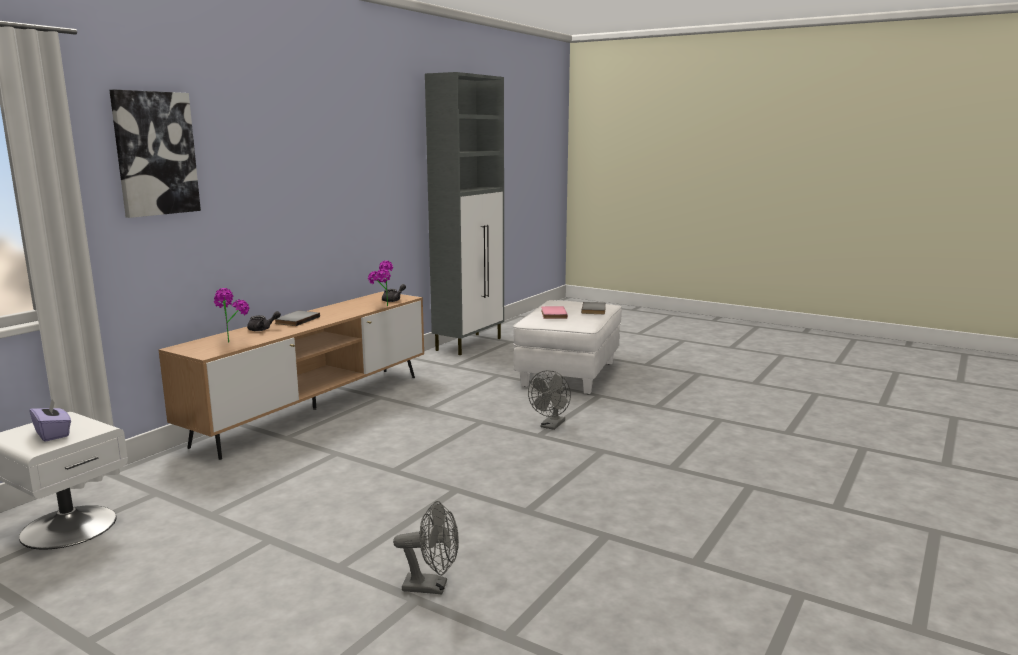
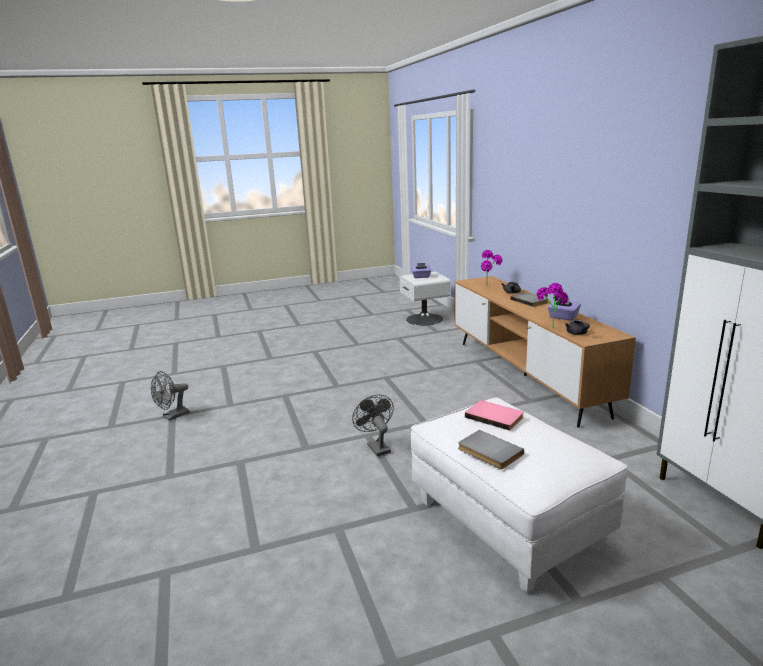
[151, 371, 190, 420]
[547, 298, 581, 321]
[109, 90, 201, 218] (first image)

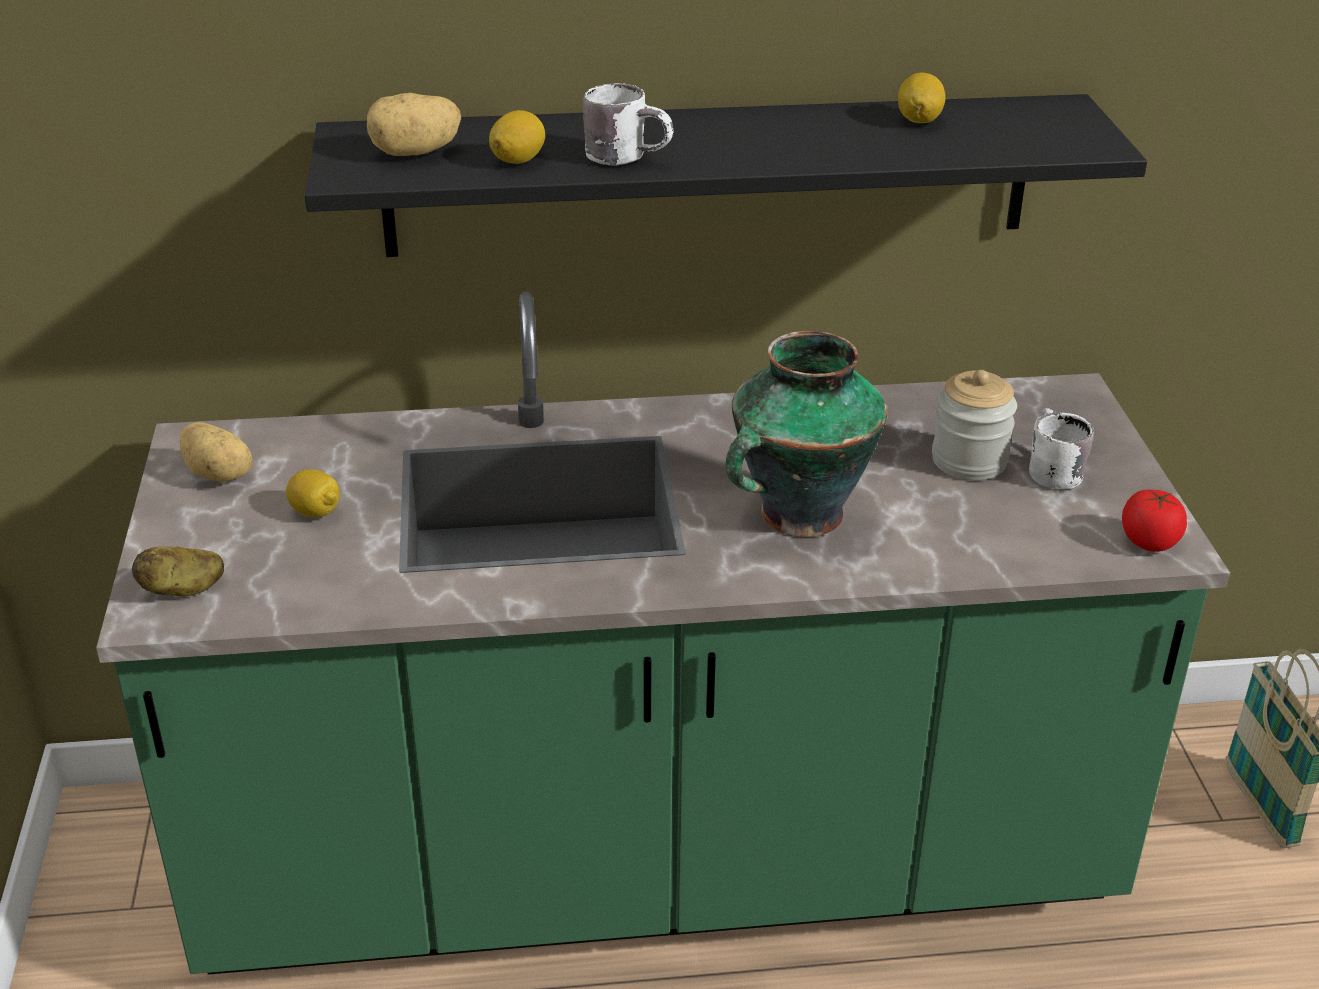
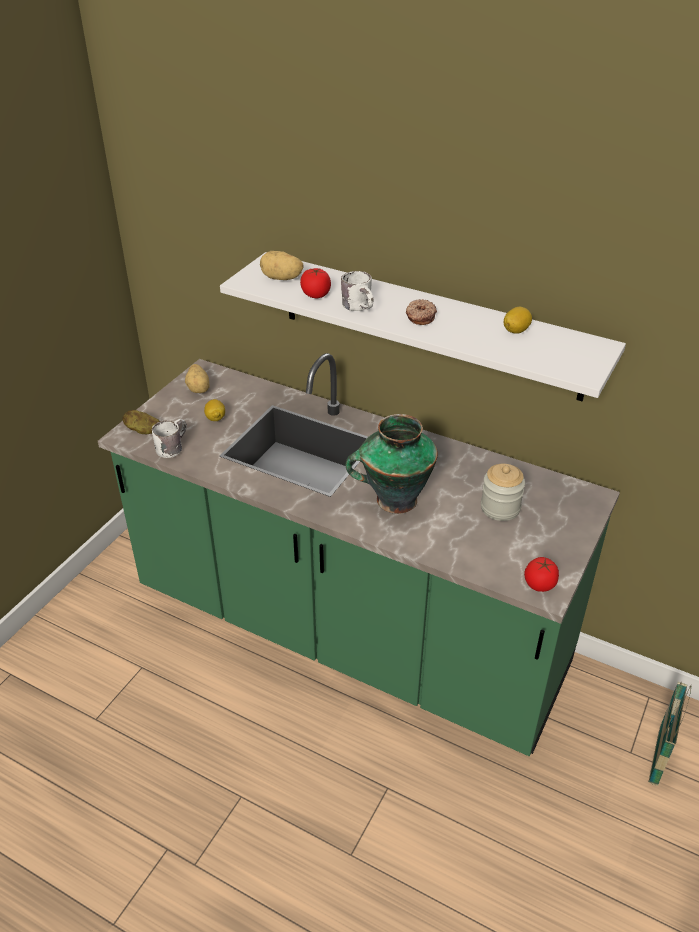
[152, 419, 187, 458]
[220, 252, 626, 401]
[300, 268, 331, 298]
[406, 299, 437, 325]

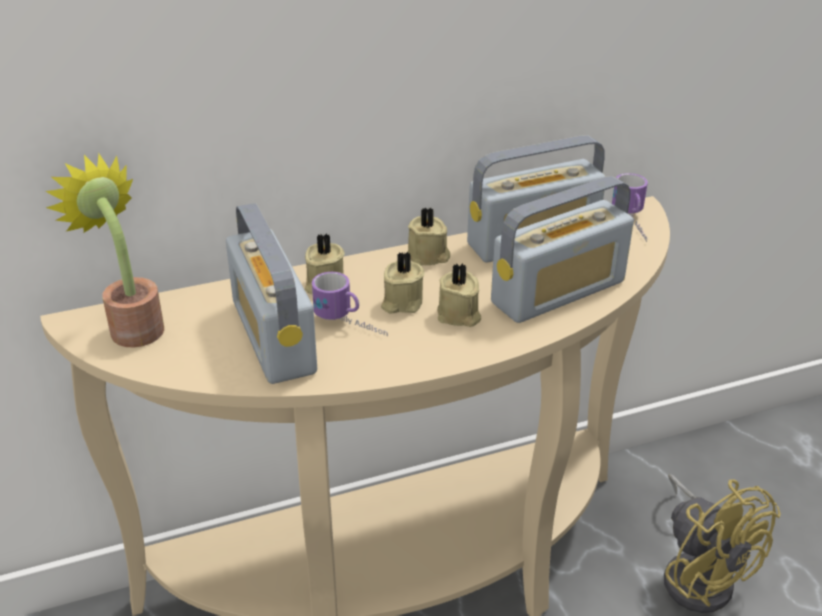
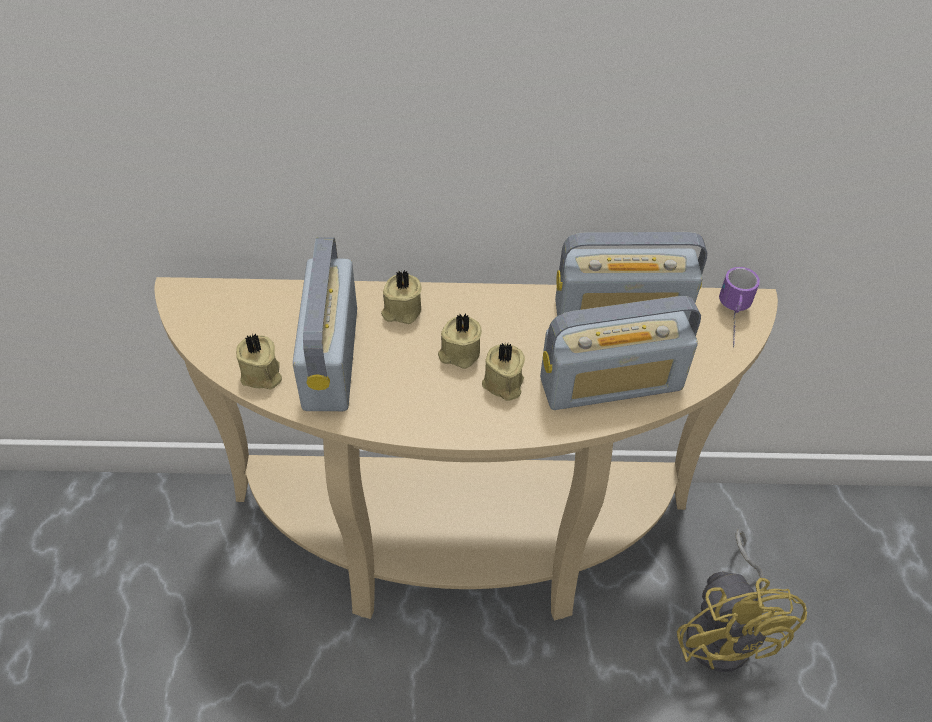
[236, 334, 282, 390]
[45, 154, 164, 348] (first image)
[312, 272, 388, 336] (first image)

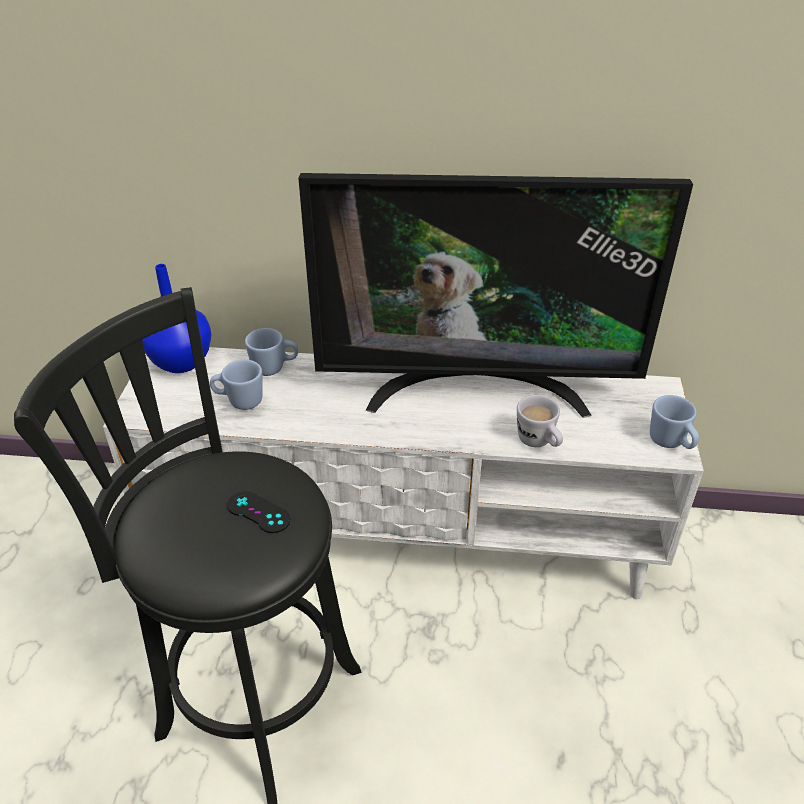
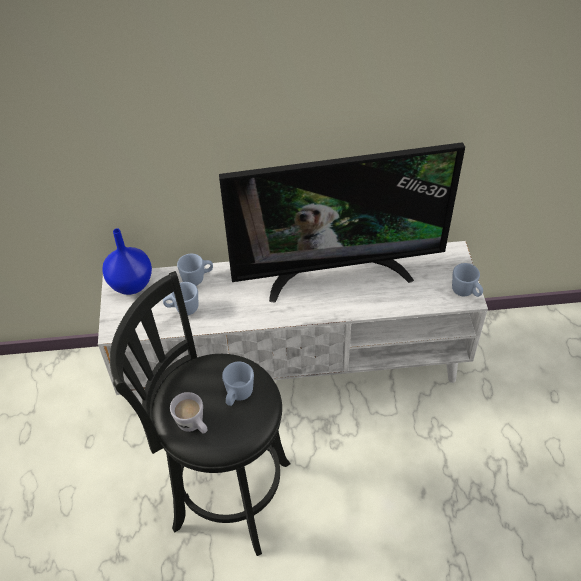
[170, 392, 208, 434]
[222, 362, 254, 406]

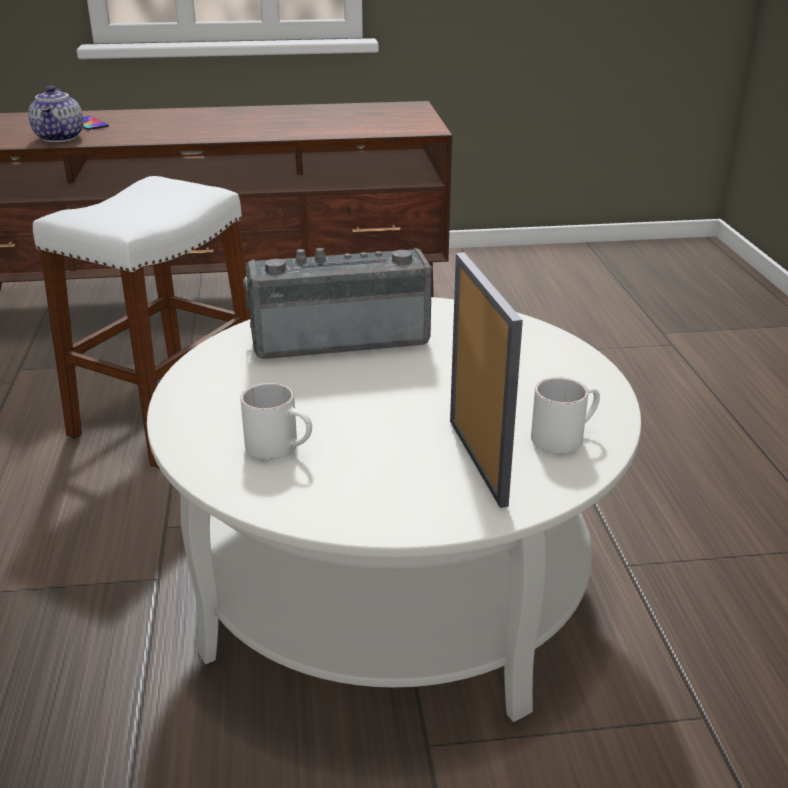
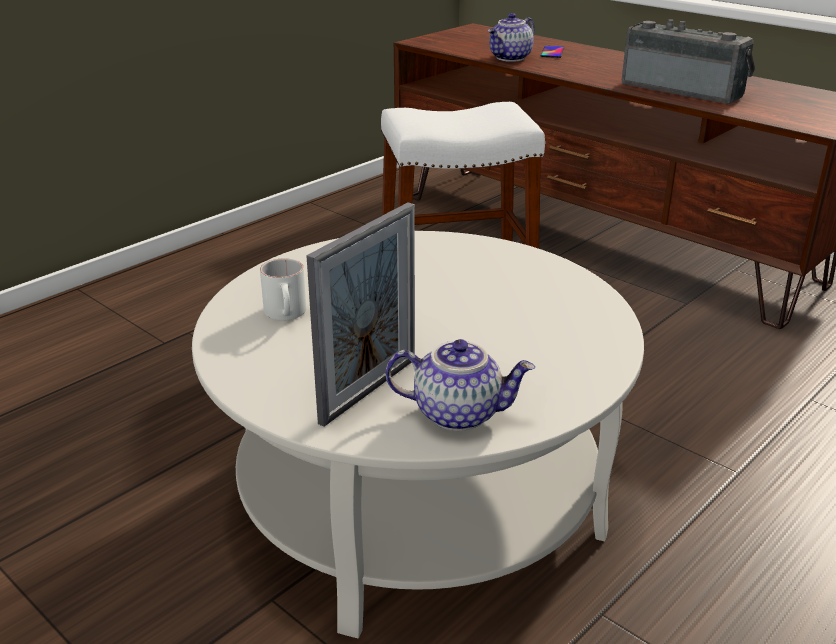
[386, 339, 535, 431]
[622, 19, 755, 104]

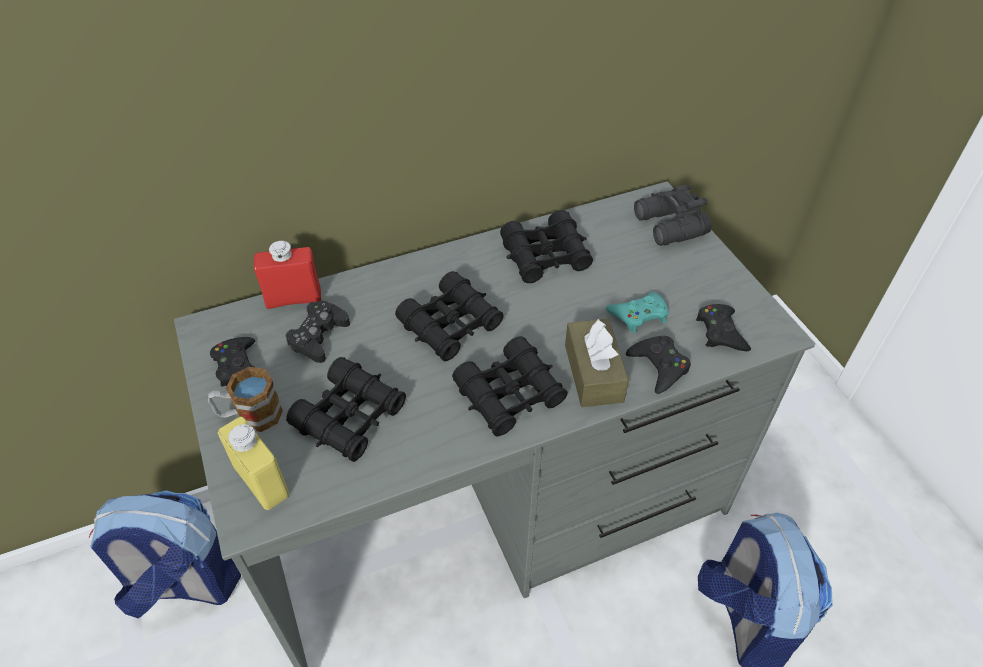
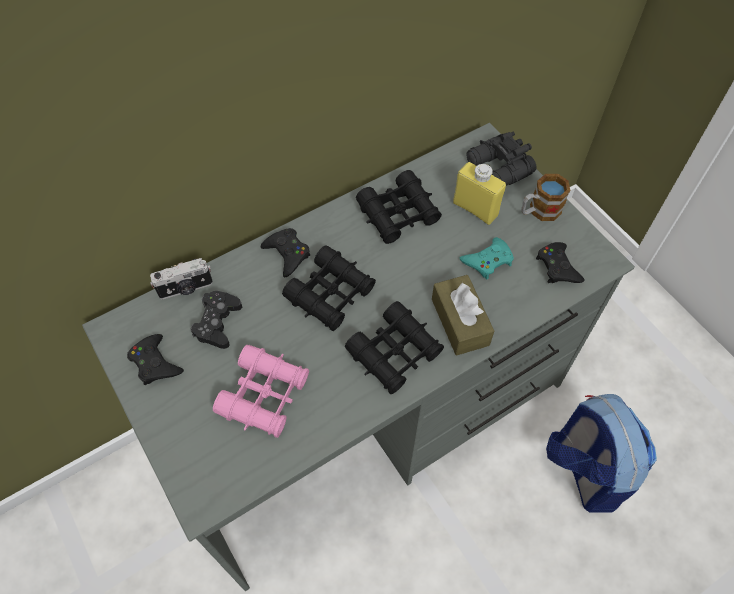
[150, 258, 213, 299]
[213, 345, 309, 438]
[261, 228, 310, 277]
[453, 162, 506, 225]
[521, 174, 570, 221]
[88, 490, 241, 618] (first image)

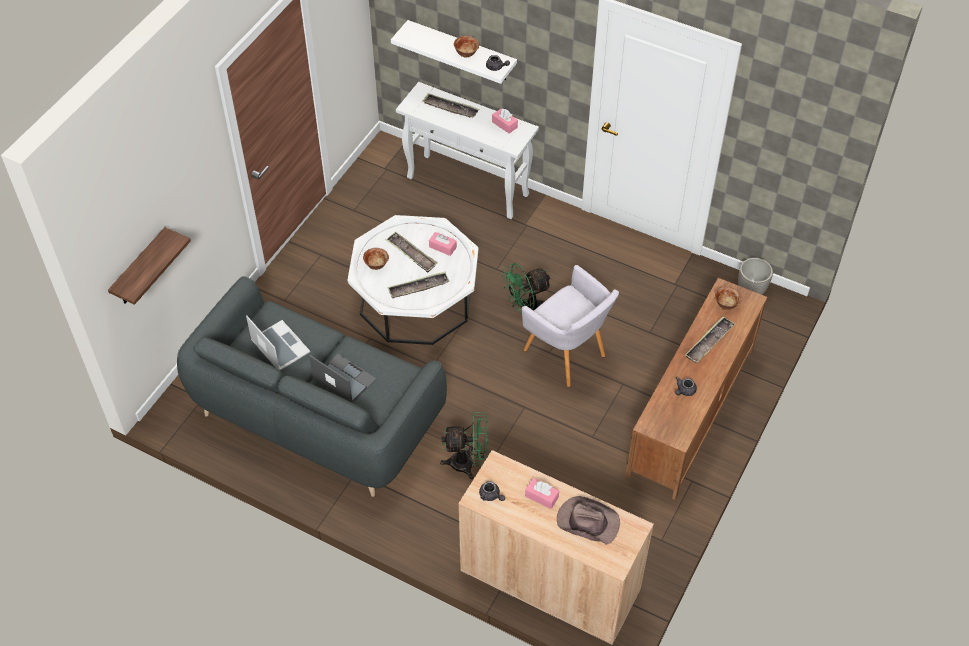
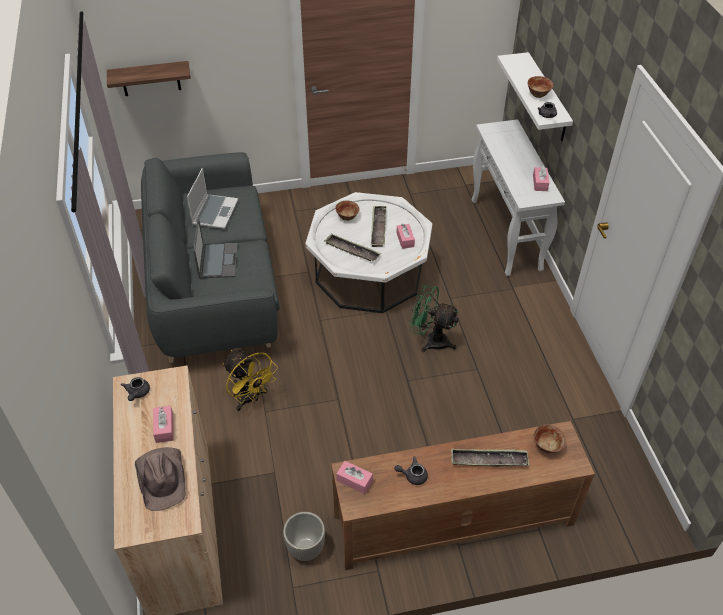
[223, 350, 278, 411]
[283, 512, 325, 561]
[336, 461, 373, 494]
[422, 93, 479, 118] (first image)
[522, 265, 619, 387] (first image)

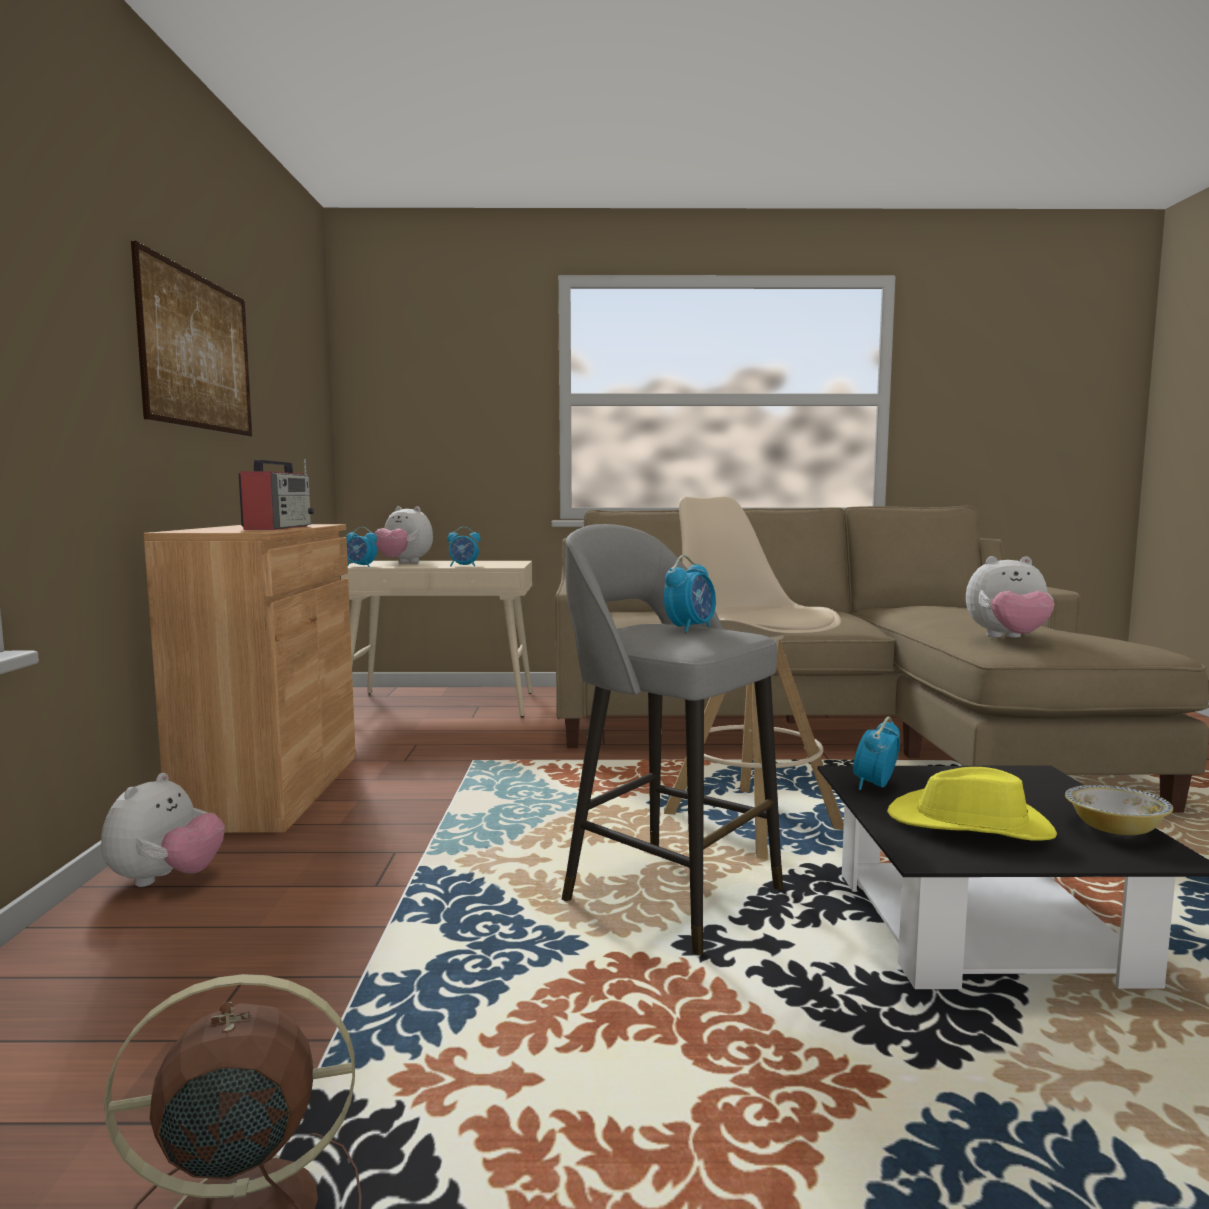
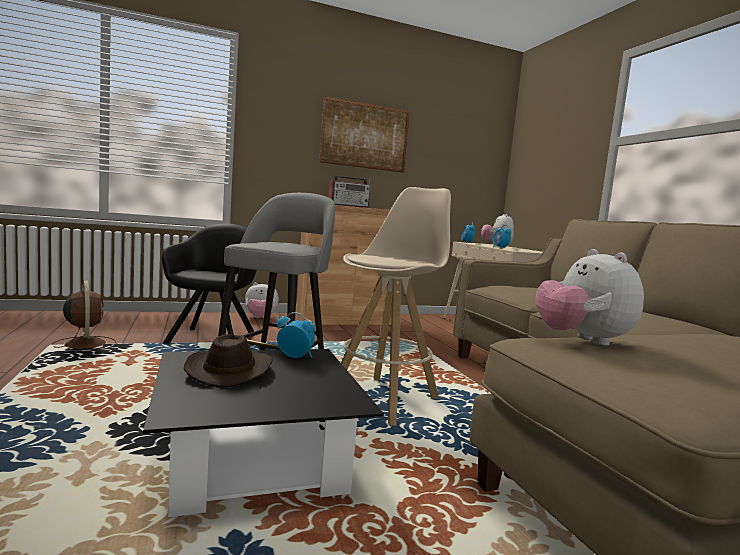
[162, 223, 257, 344]
[184, 334, 273, 388]
[664, 555, 716, 633] (first image)
[1065, 785, 1173, 835] (first image)

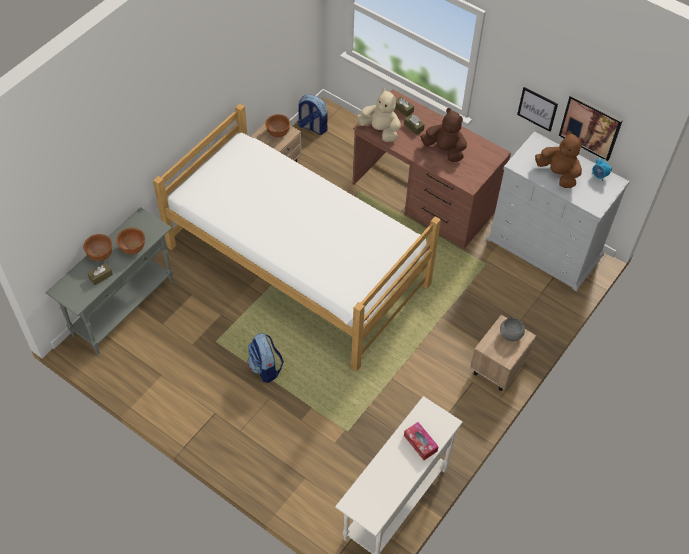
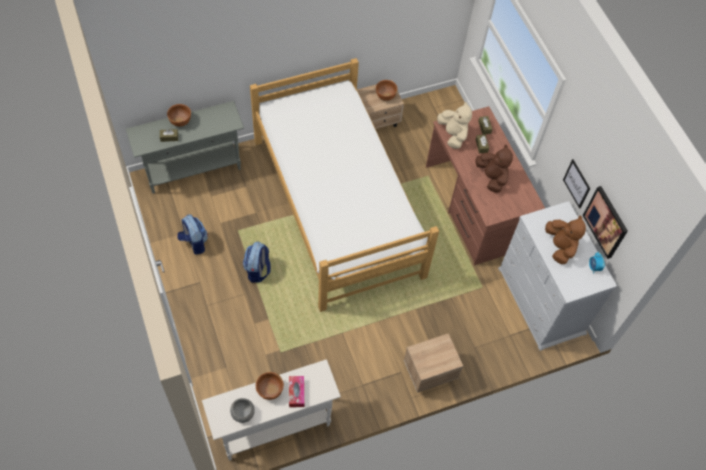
[177, 214, 208, 255]
[230, 398, 255, 423]
[256, 372, 284, 400]

